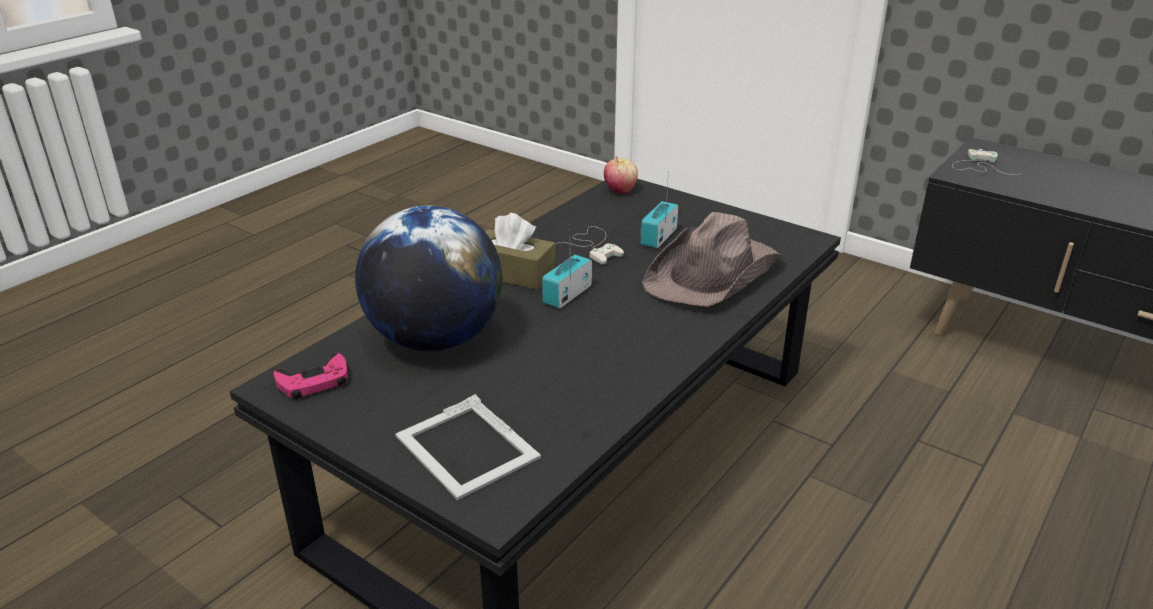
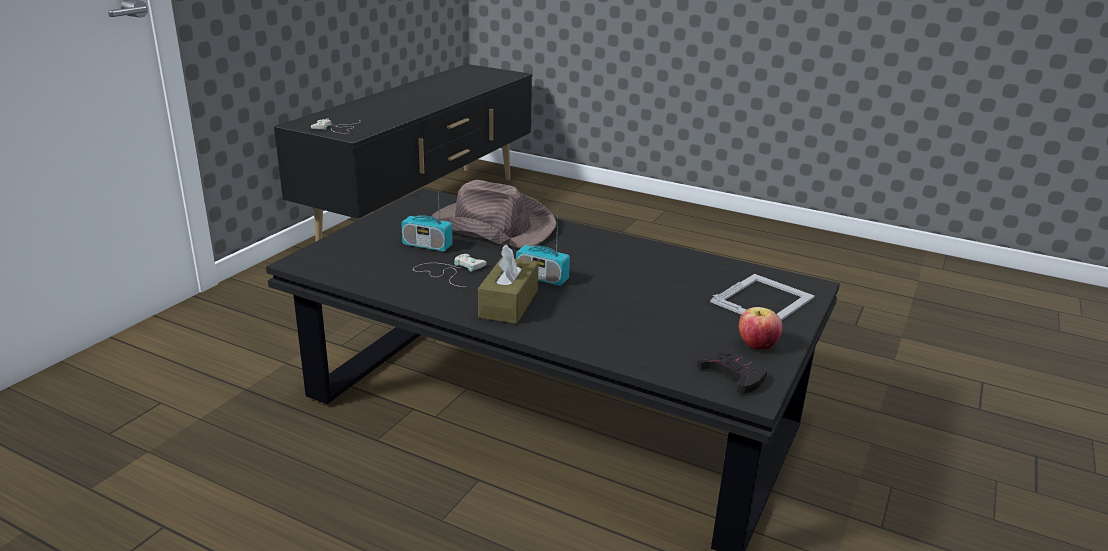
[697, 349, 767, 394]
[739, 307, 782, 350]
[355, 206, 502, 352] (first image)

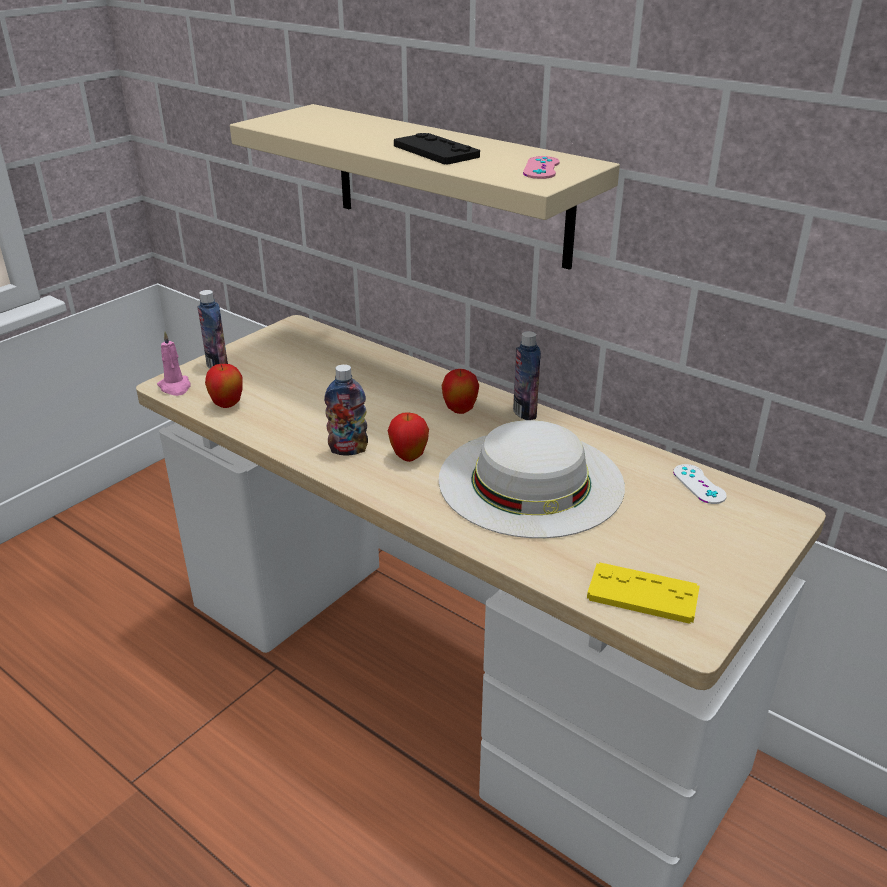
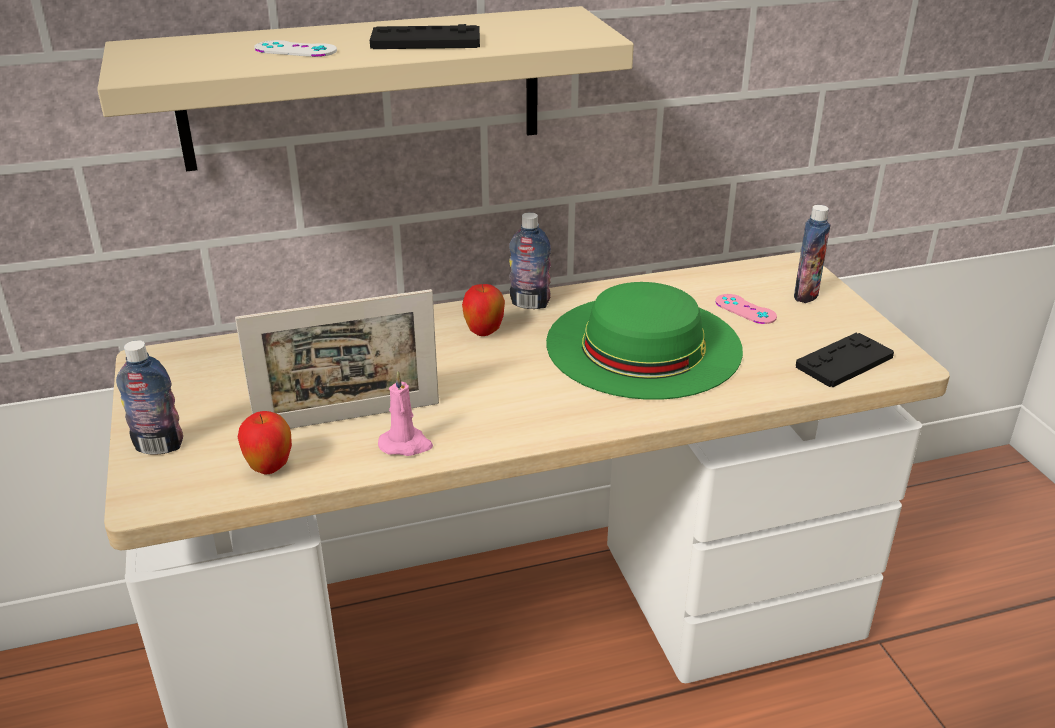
[235, 289, 439, 429]
[254, 40, 337, 57]
[378, 371, 433, 456]
[546, 282, 743, 400]
[715, 294, 777, 324]
[794, 205, 831, 303]
[796, 333, 894, 387]
[388, 412, 429, 462] (first image)

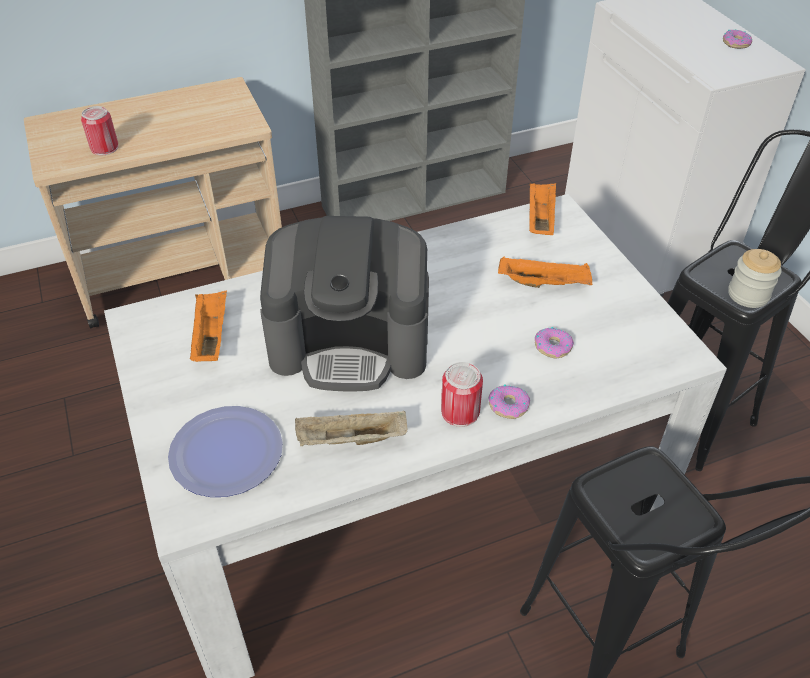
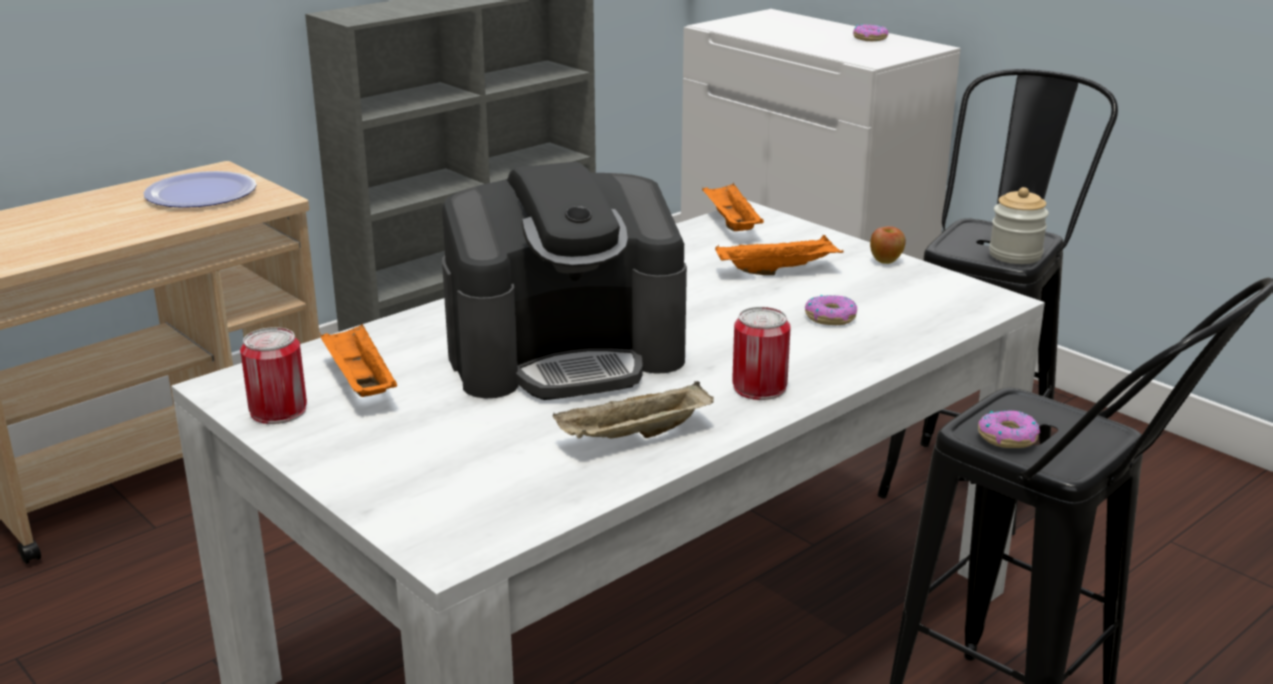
[144, 171, 257, 208]
[240, 327, 307, 424]
[870, 226, 906, 264]
[978, 410, 1040, 448]

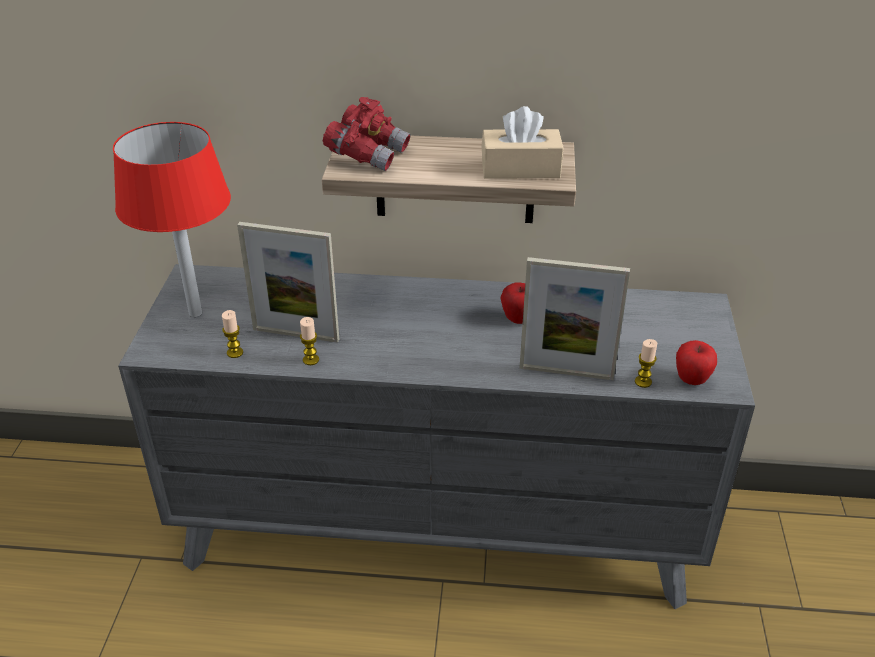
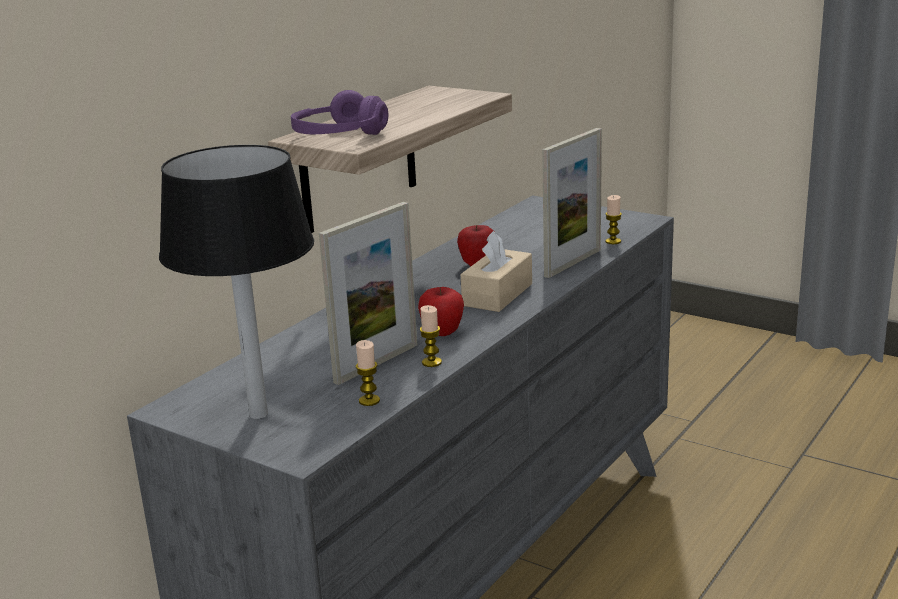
[159, 145, 314, 419]
[291, 90, 388, 135]
[418, 287, 464, 336]
[461, 231, 532, 312]

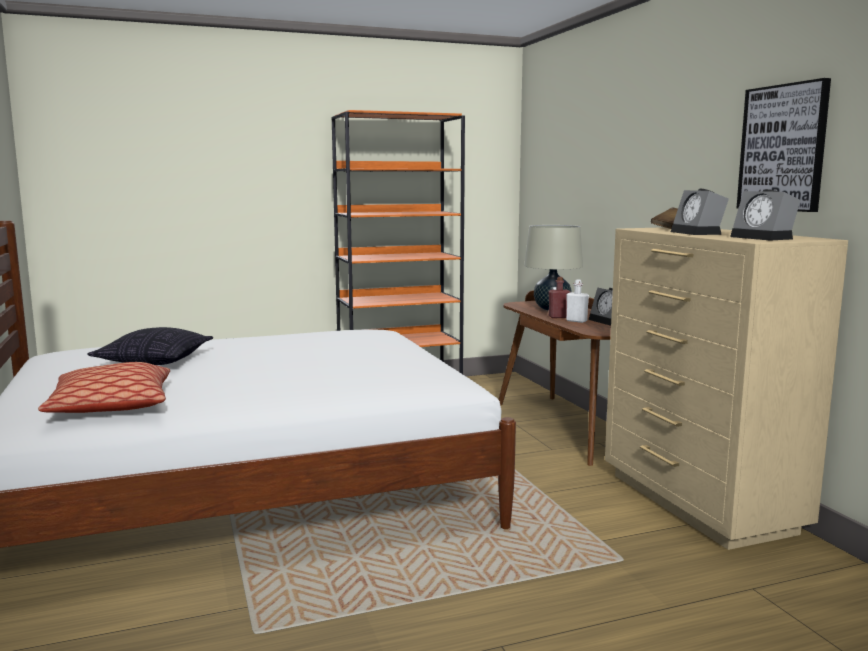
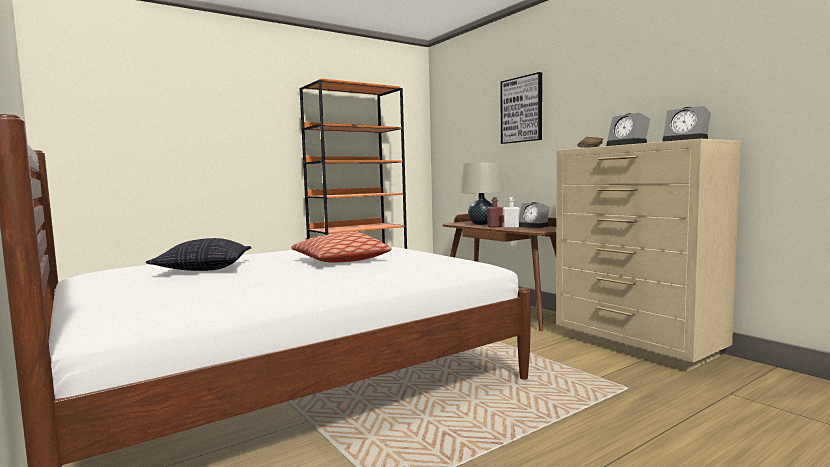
[291, 231, 392, 263]
[500, 72, 542, 144]

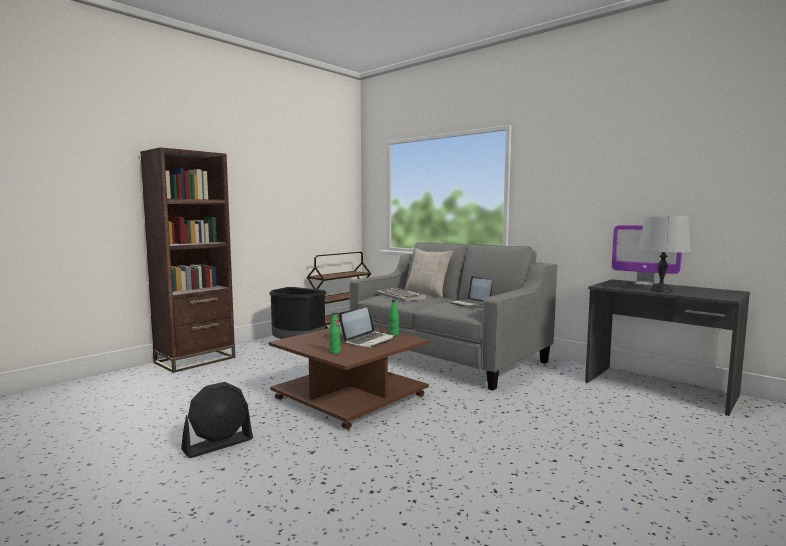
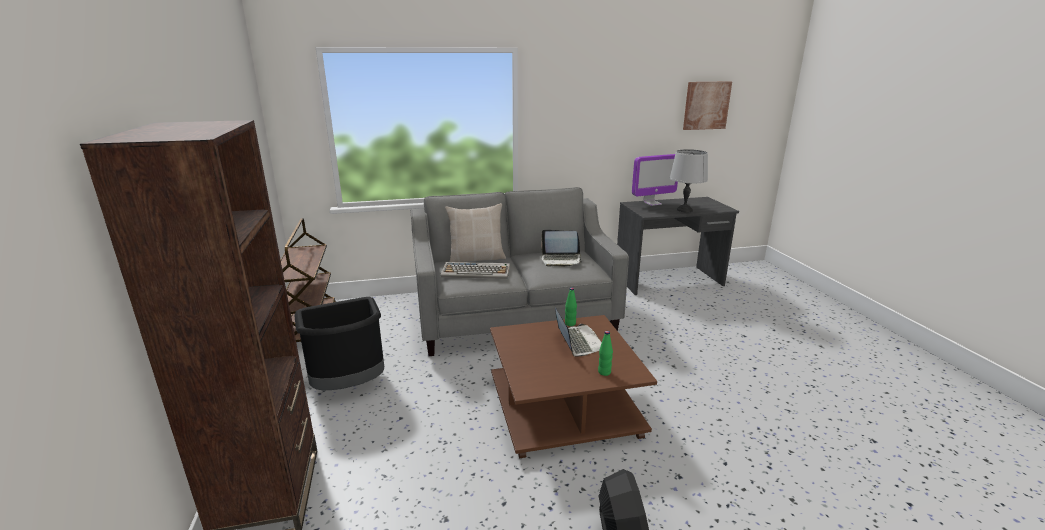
[683, 81, 732, 130]

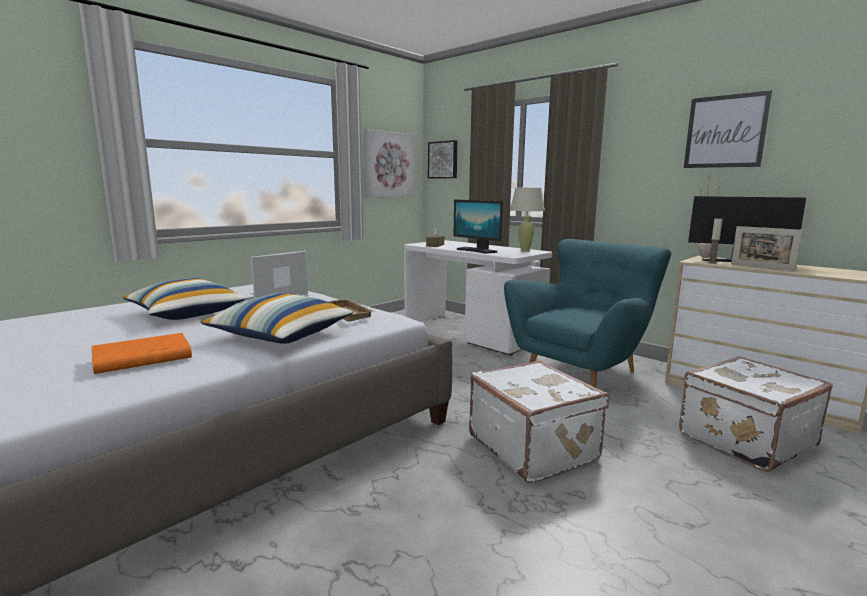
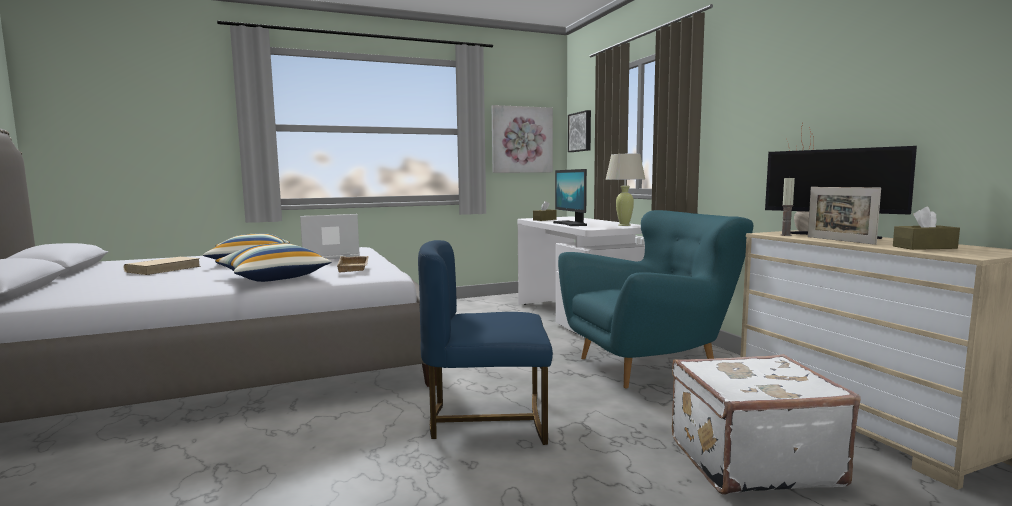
[123, 257, 201, 275]
[418, 240, 553, 445]
[893, 207, 960, 250]
[92, 333, 192, 374] (first image)
[684, 90, 772, 168] (first image)

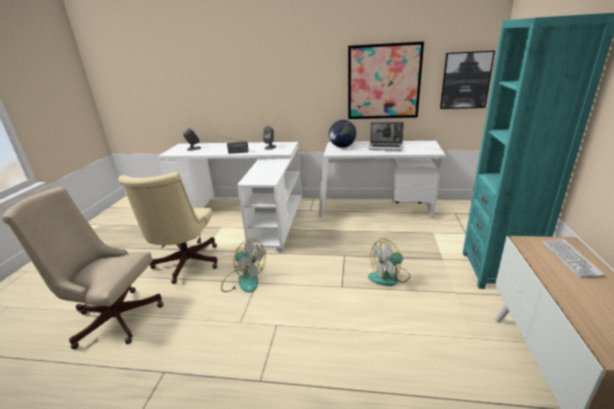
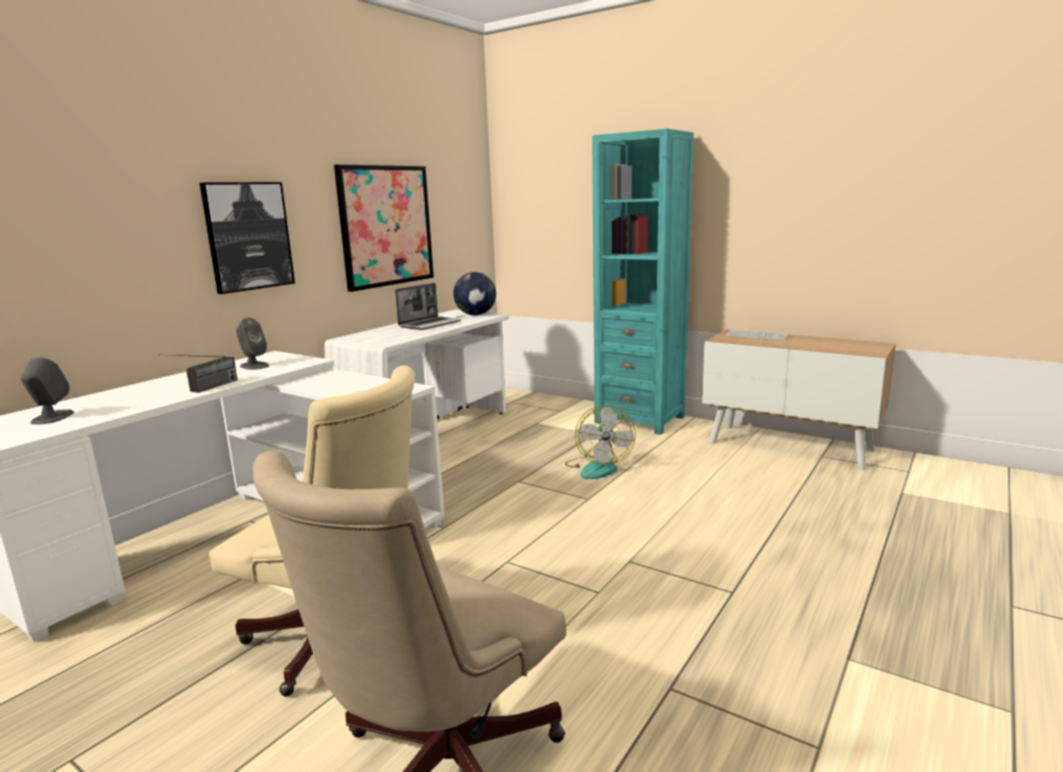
[200, 182, 295, 294]
[453, 272, 496, 315]
[221, 239, 266, 293] (first image)

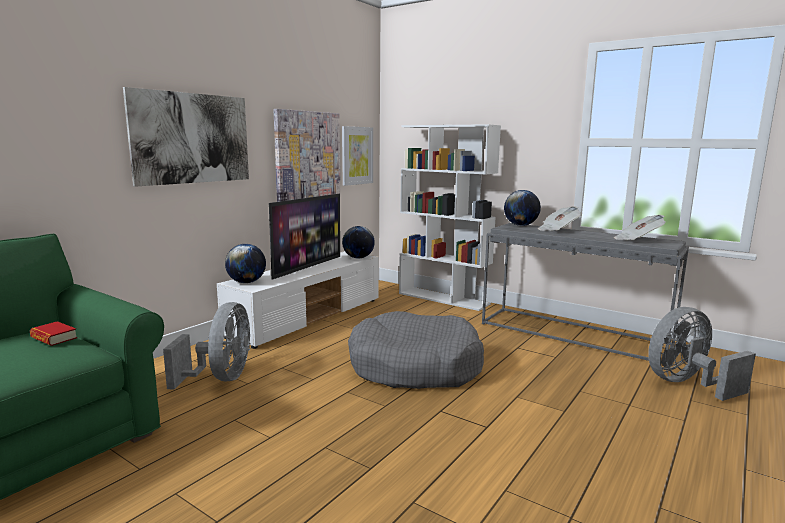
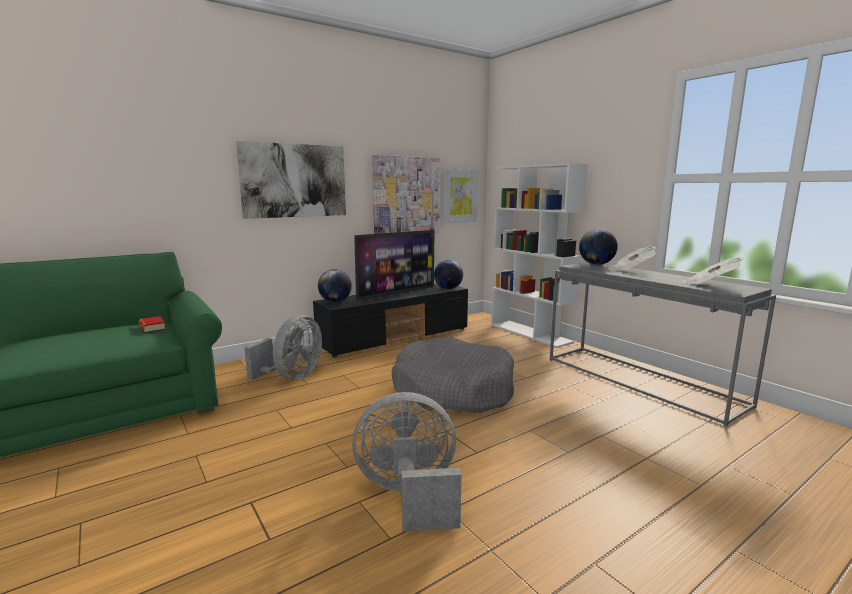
[313, 283, 468, 358]
[352, 392, 462, 532]

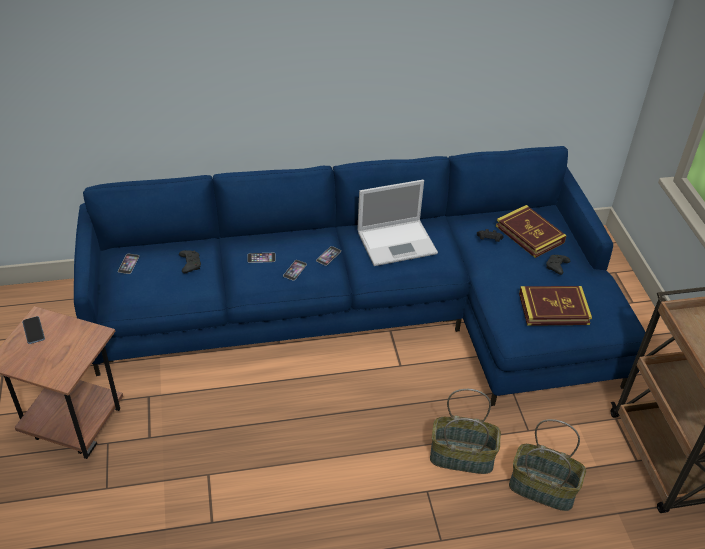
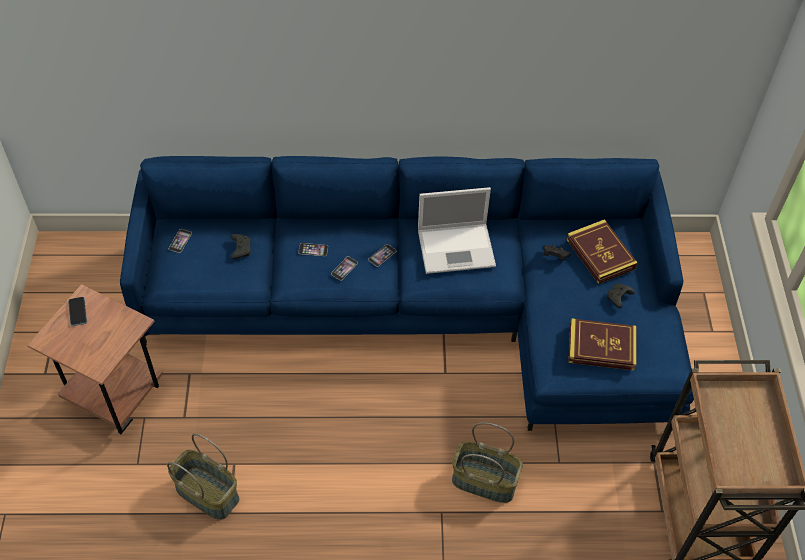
[167, 433, 239, 520]

